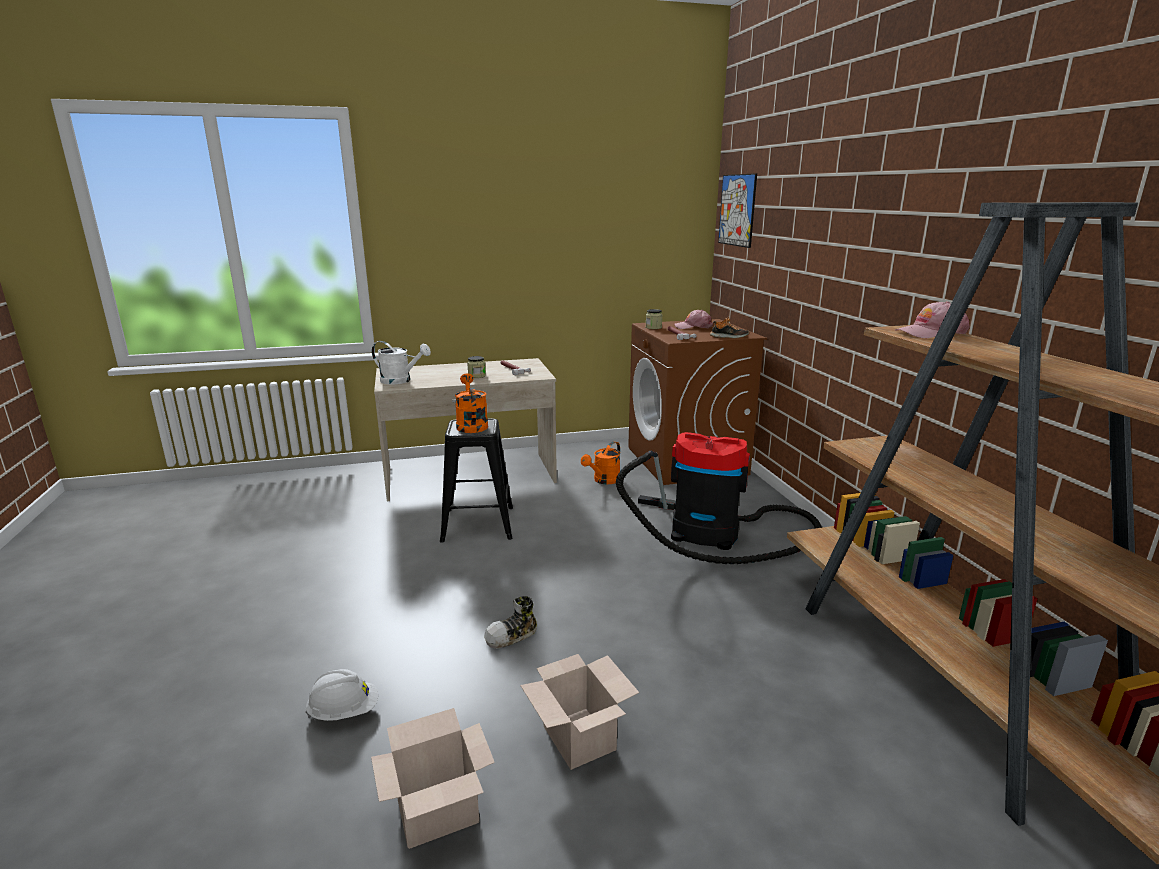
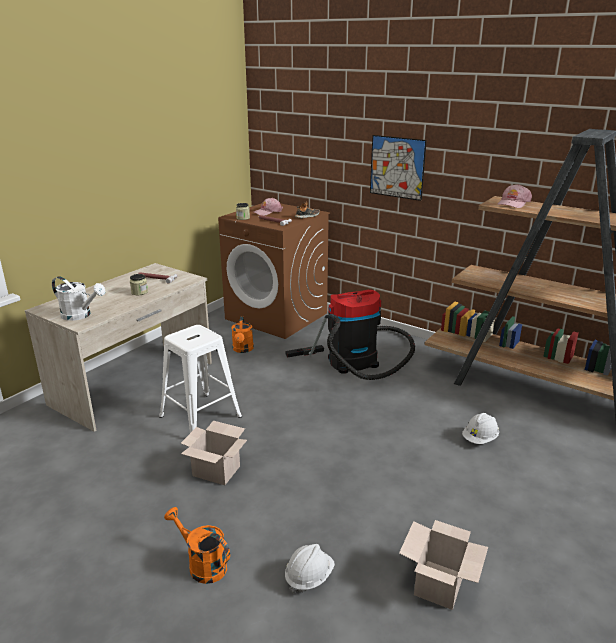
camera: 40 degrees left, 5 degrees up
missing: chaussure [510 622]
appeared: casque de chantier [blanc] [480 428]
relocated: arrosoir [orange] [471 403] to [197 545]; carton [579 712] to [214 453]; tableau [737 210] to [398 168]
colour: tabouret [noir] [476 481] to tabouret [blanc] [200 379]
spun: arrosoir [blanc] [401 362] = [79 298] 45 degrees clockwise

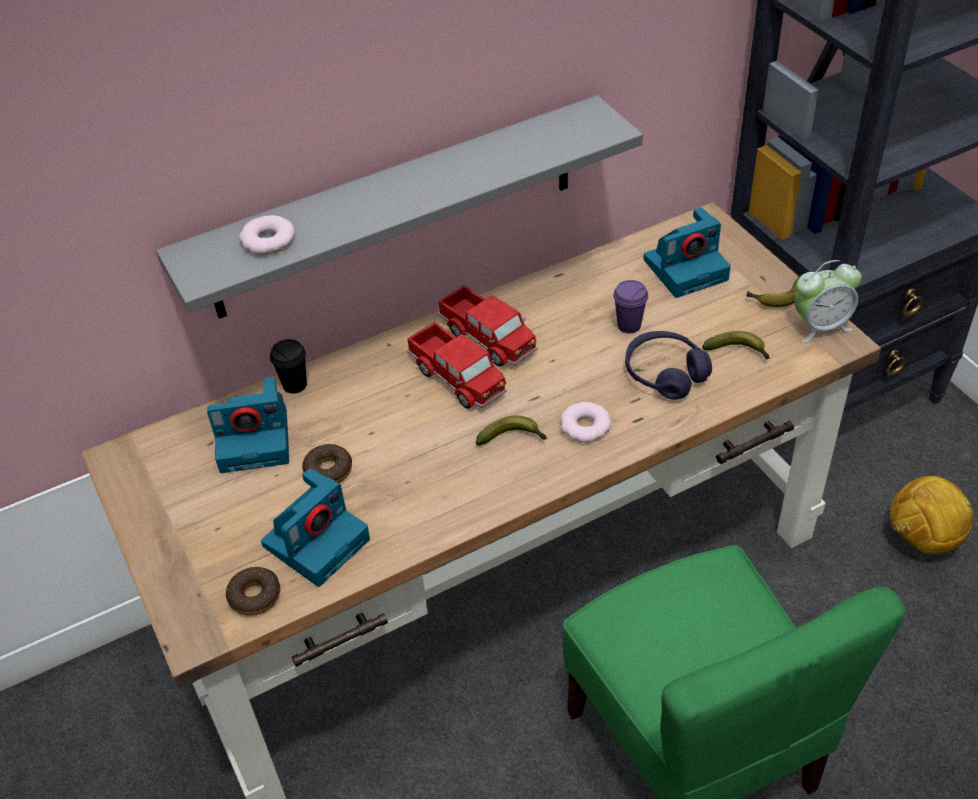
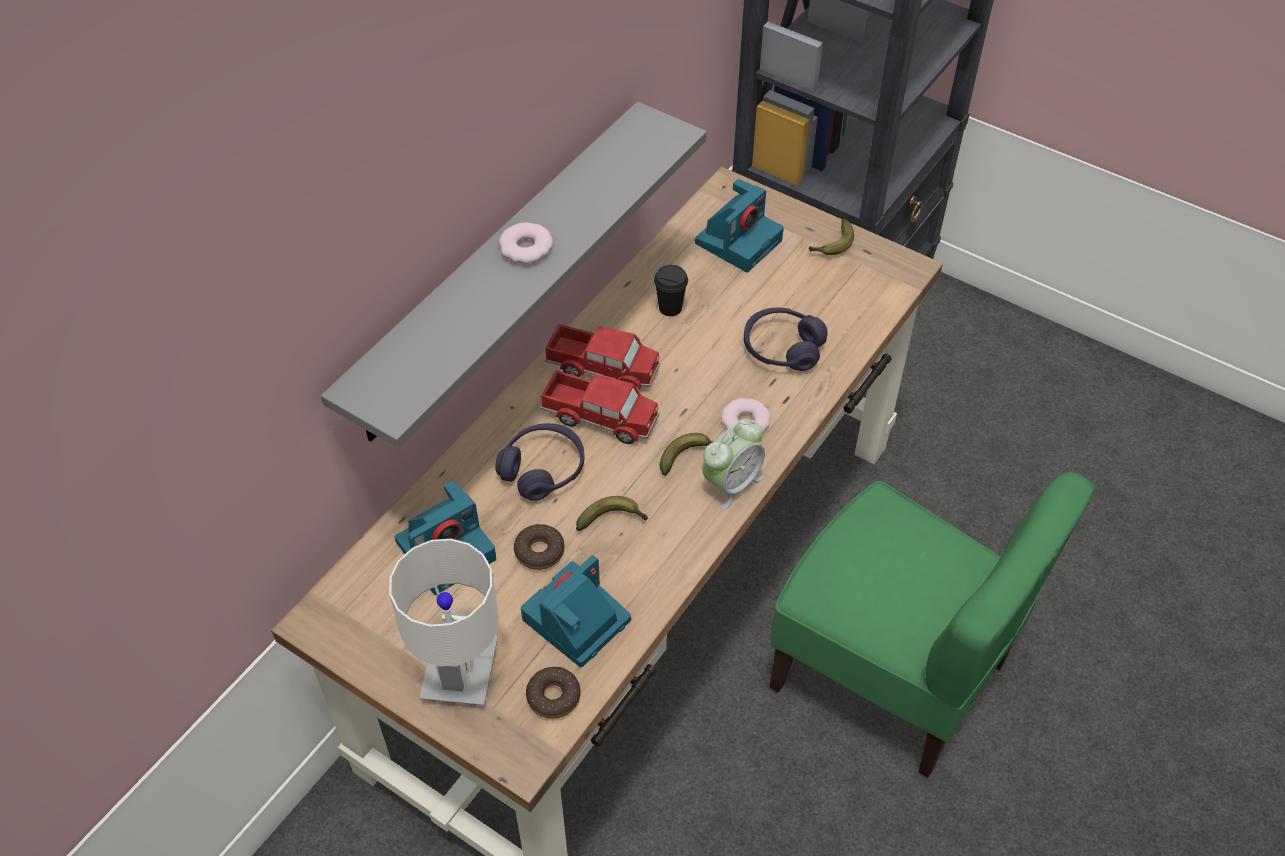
camera: 30 degrees left, 5 degrees up
missing: tasse [violet] [630 306]; ballon de foot [932 515]
appeared: lampe de table [blanc] [444 622]; casque audio [violet] [540 462]
relocated: beignet [267 234] to [526 243]; tasse [noir] [288 366] to [671 290]; banane [736 345] to [612 513]; réveil [828 301] to [733 464]
spun: appareil photo [315 527] = [576 611] 150 degrees counterclockwise

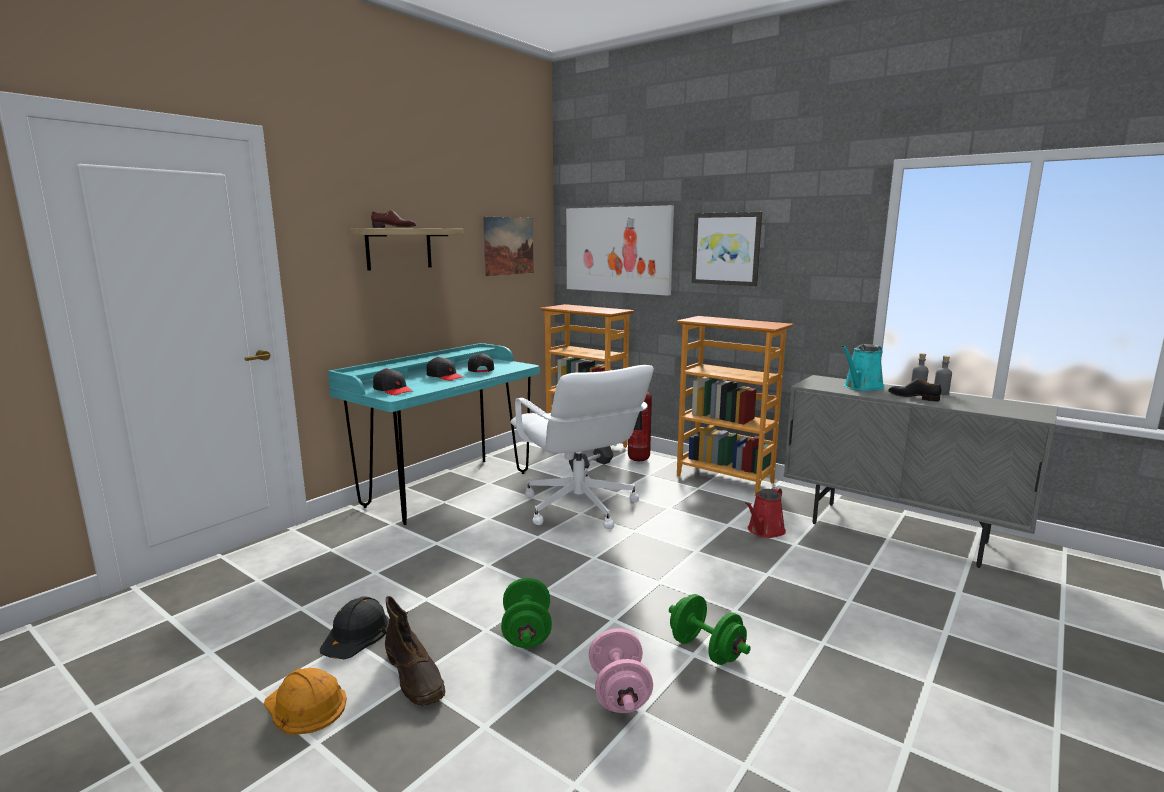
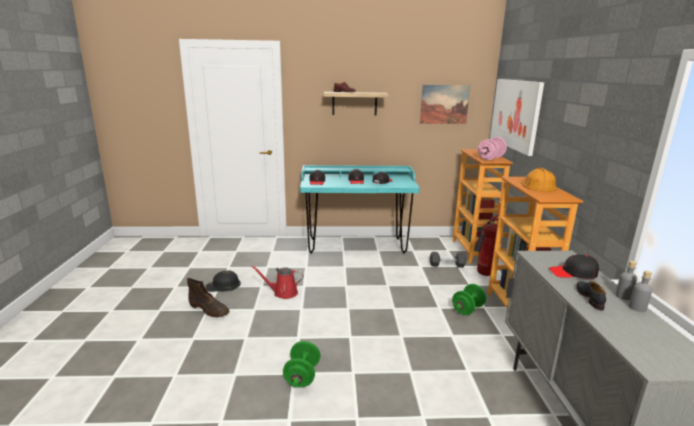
camera: 50 degrees right, 5 degrees up
missing: chaise de bureau [blanc] [582 447]; tableau [727 249]
relocated: casque de chantier [orange] [305 701] to [538 180]; haltère [vert] [526 613] to [469 299]; haltère [rose] [621 671] to [492 148]; arrosoir [rouge] [765 512] to [277 282]
exchanged: arrosoir [turquoise] [863 367] to casquette [noir] [574 267]
spun: botte [marron] [415 651] = [208 297] 75 degrees counterclockwise

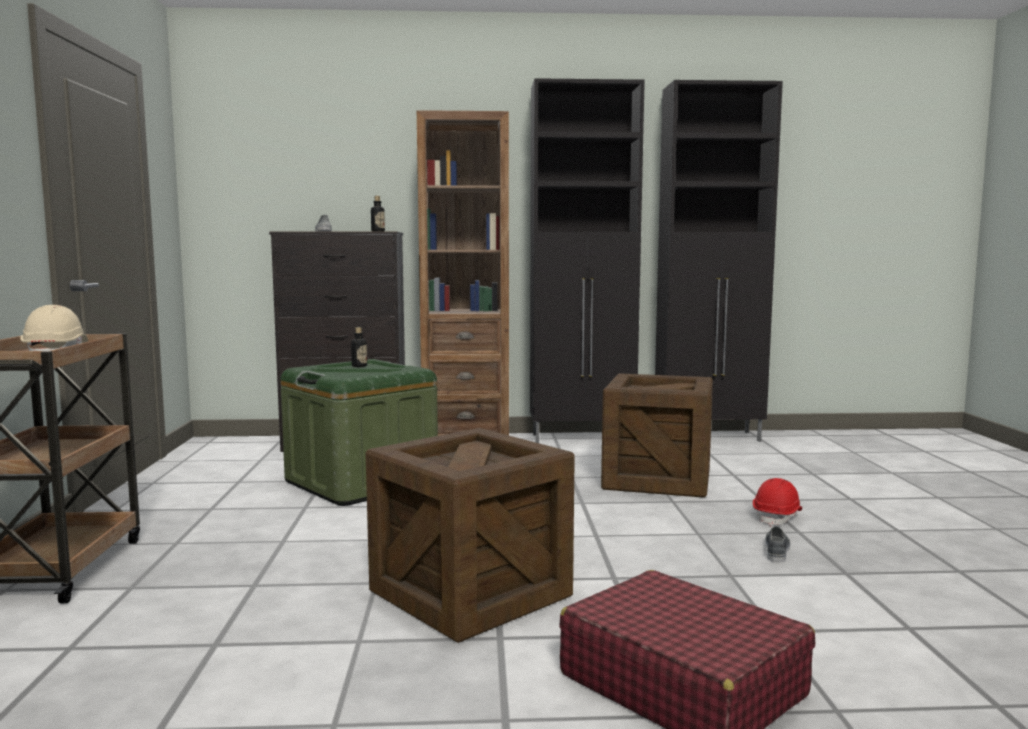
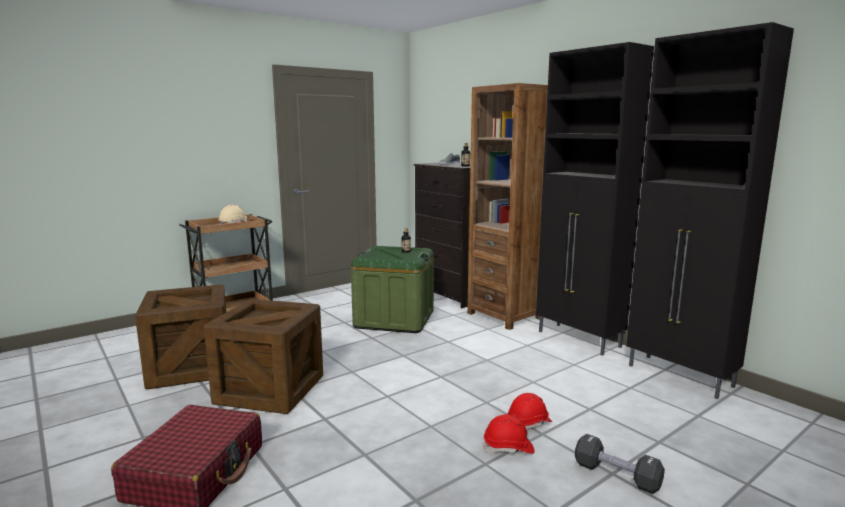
camera: 55 degrees right, 5 degrees up
missing: chaussure [gris] [777 545]
appeared: casque de chantier [rouge] [529 411]; haltère [noir] [620 464]
relocated: caisse [657 435] to [180 337]

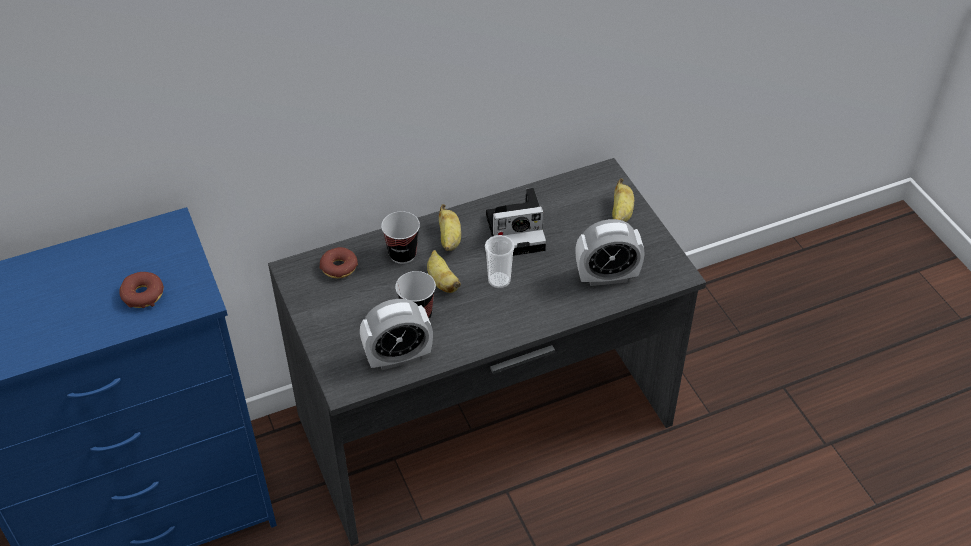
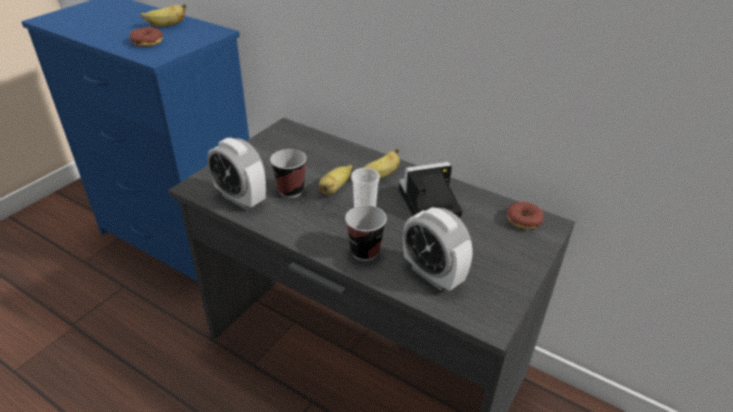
camera: 55 degrees right, 10 degrees down
relocated: beignet [339 262] to [525 215]; tasse [400 237] to [366 233]; banane [623 200] to [163 15]
spun: appareil photo [516 222] = [430 189] 120 degrees clockwise

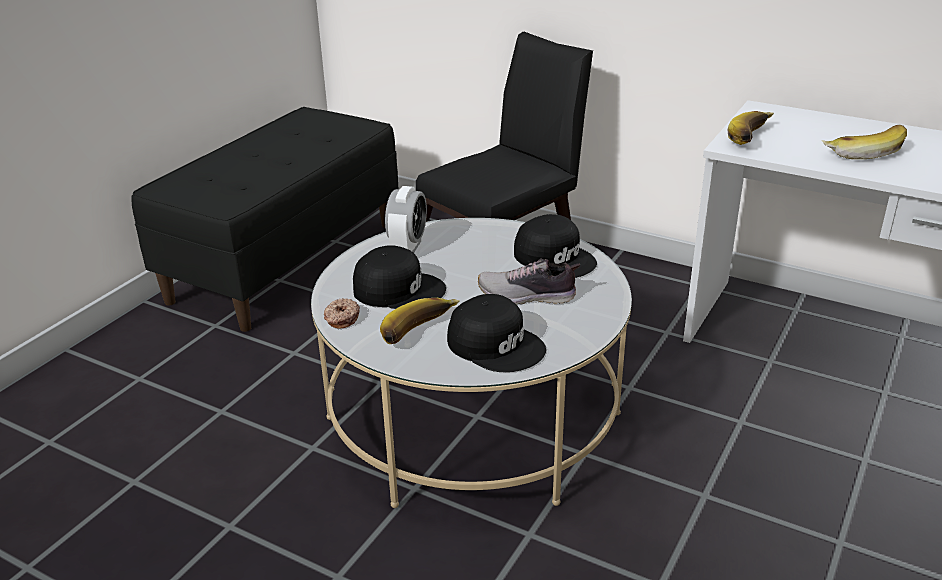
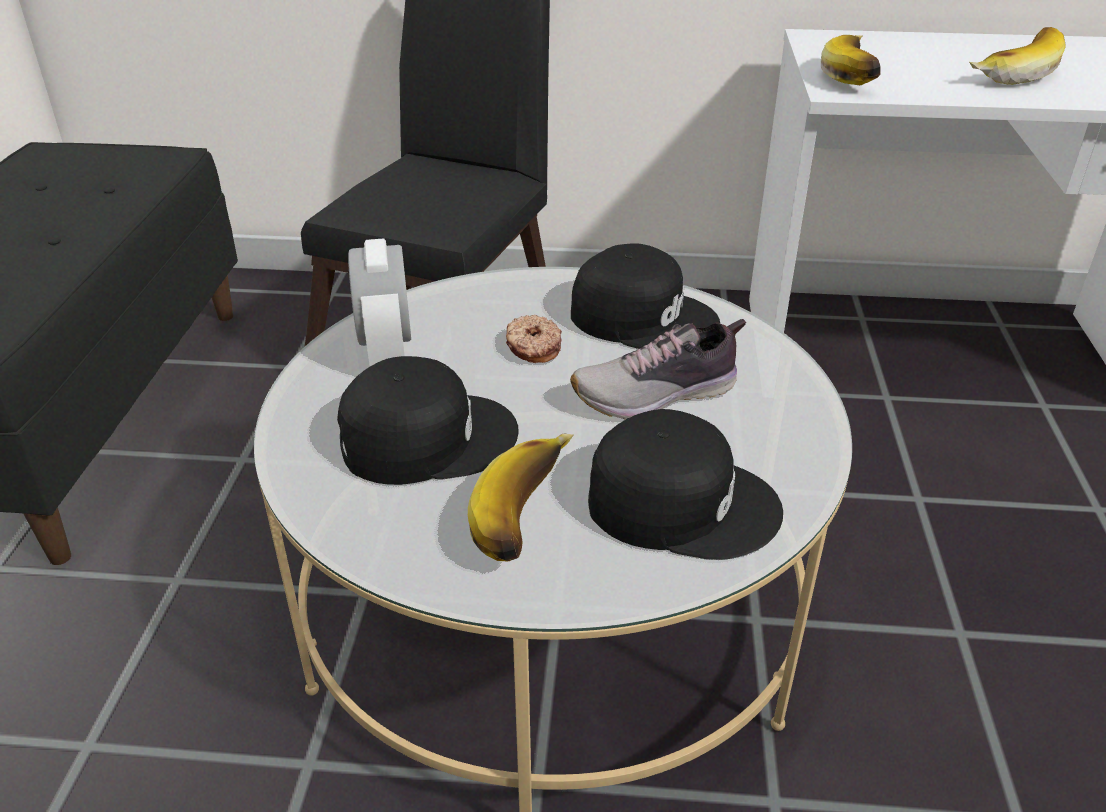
camera: 25 degrees left, 5 degrees up
relocated: beignet [342 313] to [534 339]

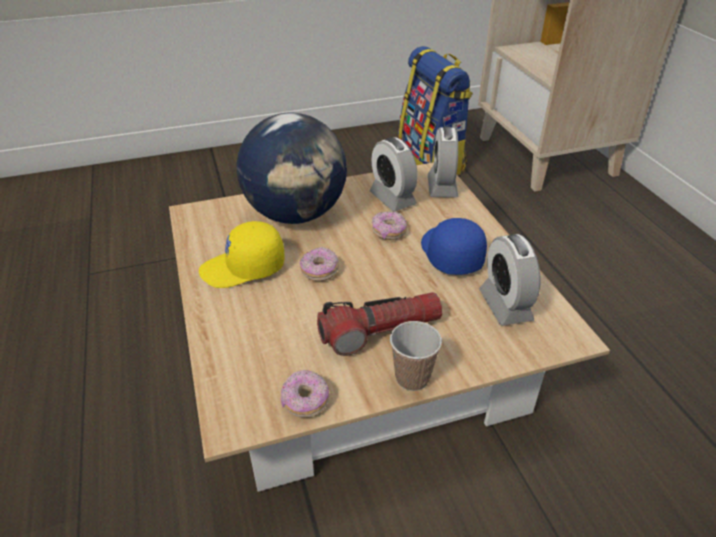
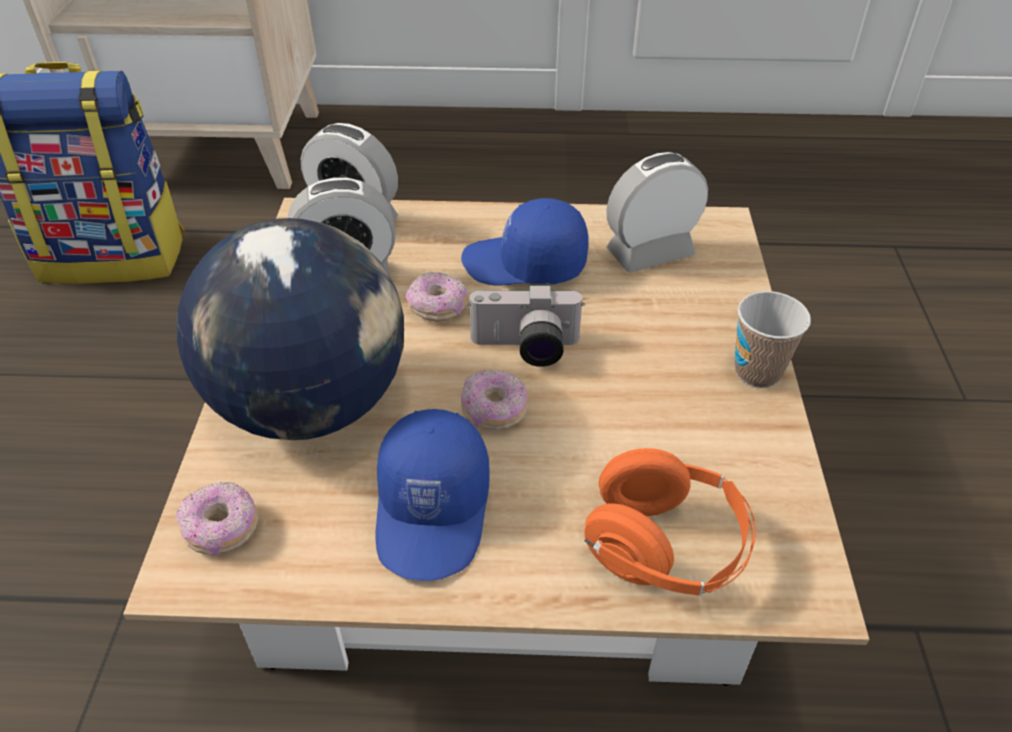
camera: 70 degrees left, 5 degrees up
missing: lampe de poche [379 324]
appeared: appareil photo [526 325]; casque audio [orange] [670 522]
relocated: beignet [305 394] to [217 519]
colour: casquette [jaune] [241 254] to casquette [bleu] [432 495]
spun: réveil [509 280] = [657 212] 150 degrees clockwise

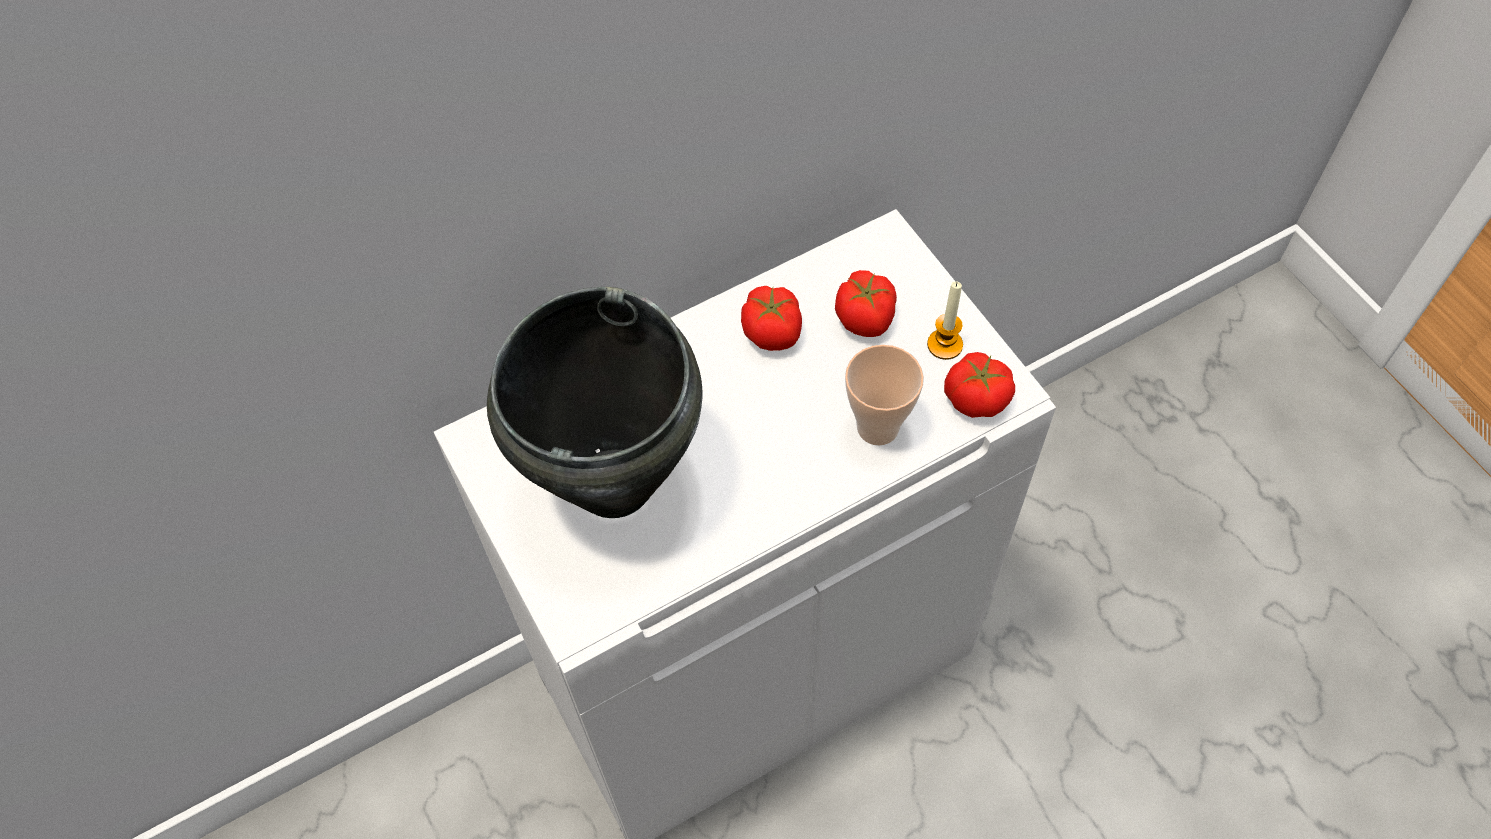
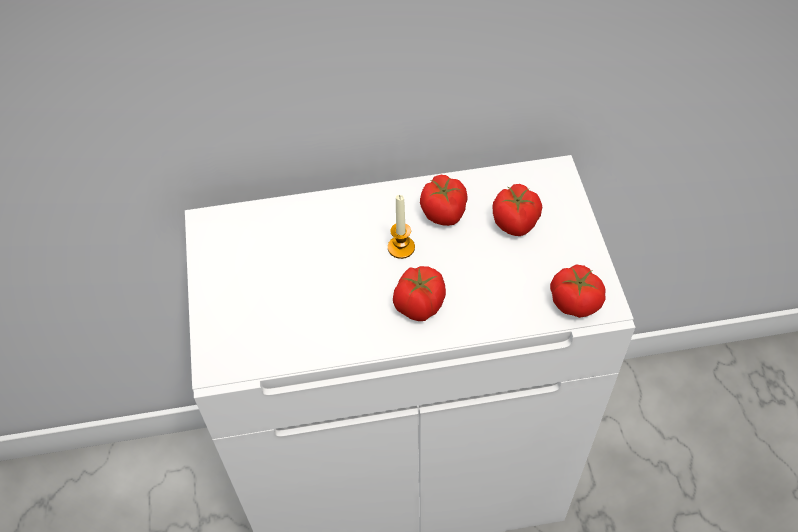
camera: 20 degrees right, 5 degrees down
missing: marmite [noir] [594 402]; tasse [884 395]
appeared: tomate [419 293]
relocated: bougie [945 320] to [401 227]

